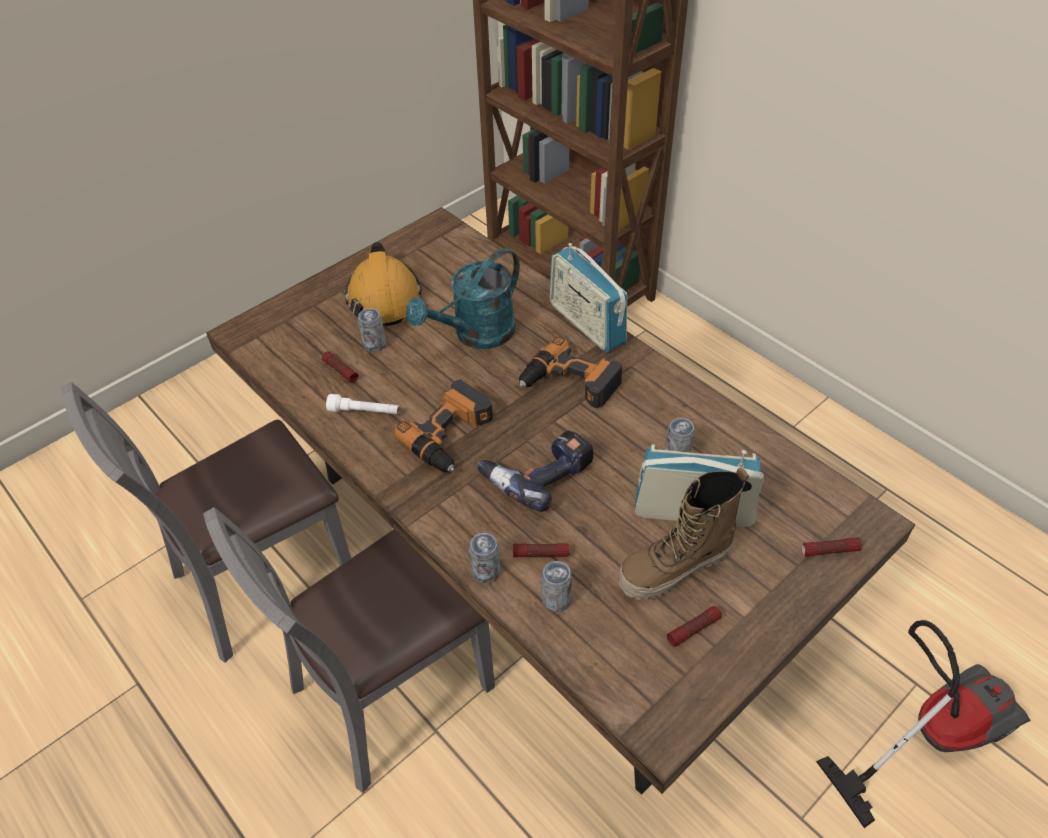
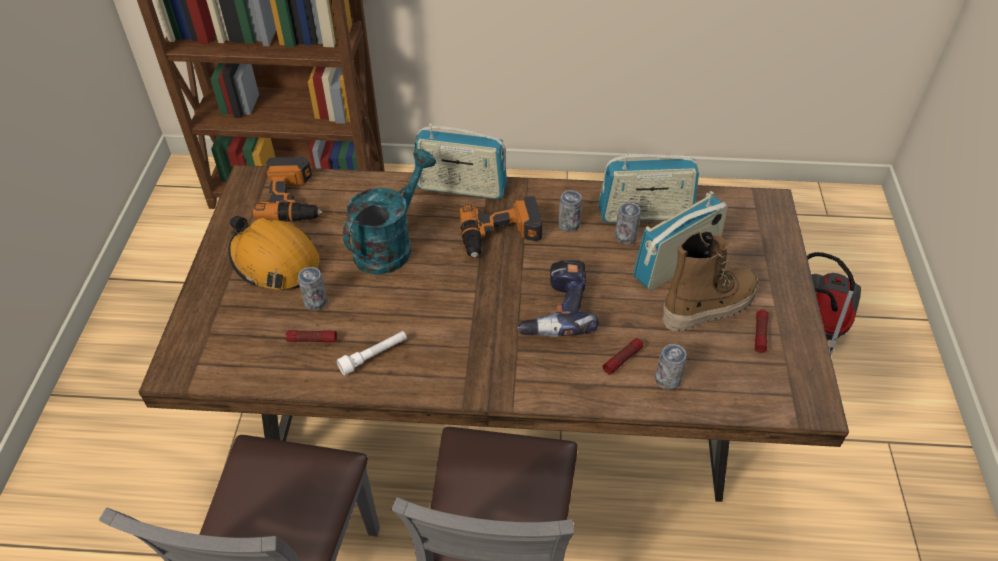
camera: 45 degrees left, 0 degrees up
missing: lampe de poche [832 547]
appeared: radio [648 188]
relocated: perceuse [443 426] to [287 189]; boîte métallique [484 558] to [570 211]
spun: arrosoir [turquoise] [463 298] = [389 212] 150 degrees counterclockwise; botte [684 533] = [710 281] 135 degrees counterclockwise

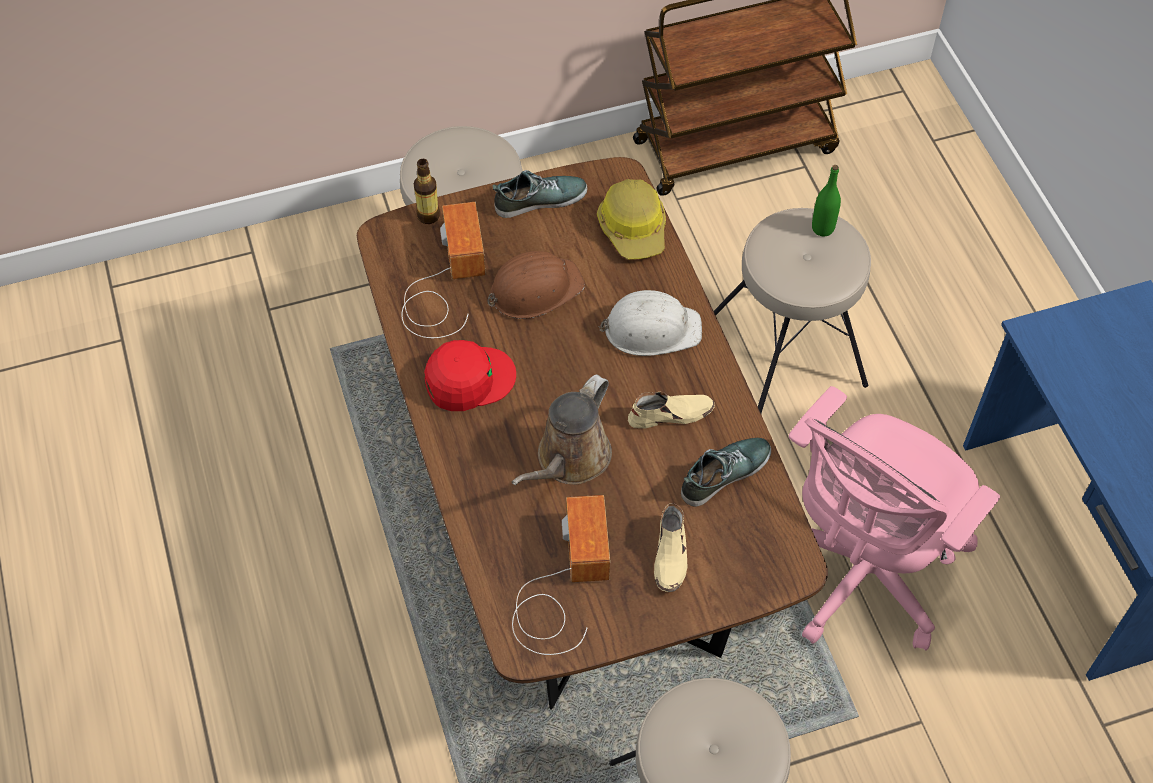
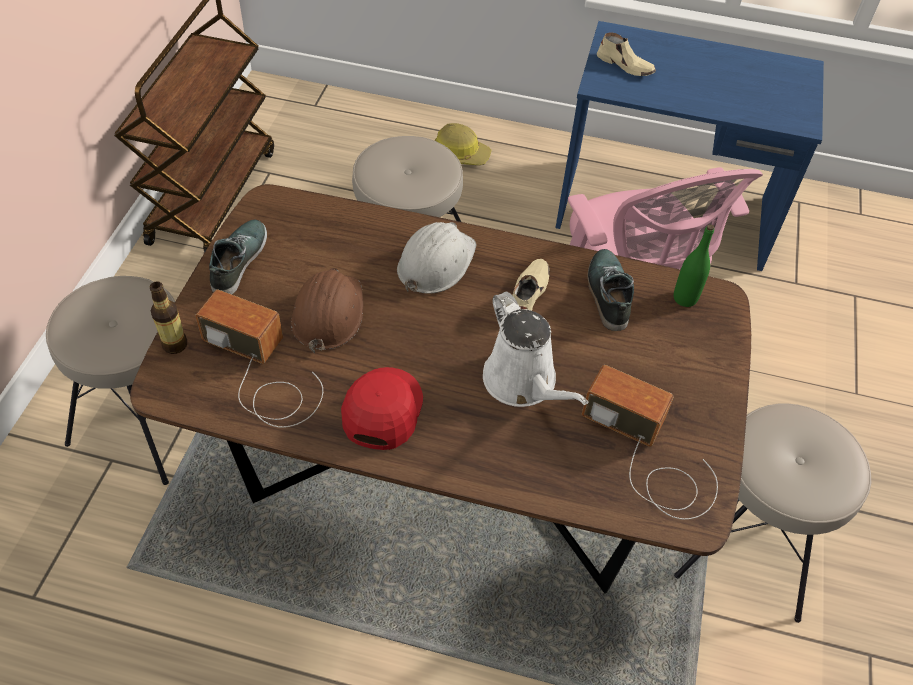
camera: 60 degrees left, 5 degrees down
relocated: casque de chantier [631 219] to [462 144]; chaussure [beige] [671 547] to [626 54]; bouteille [vert] [826 200] to [694 265]
colour: arrosoir [marron] [562 429] to arrosoir [blanc] [536 349]

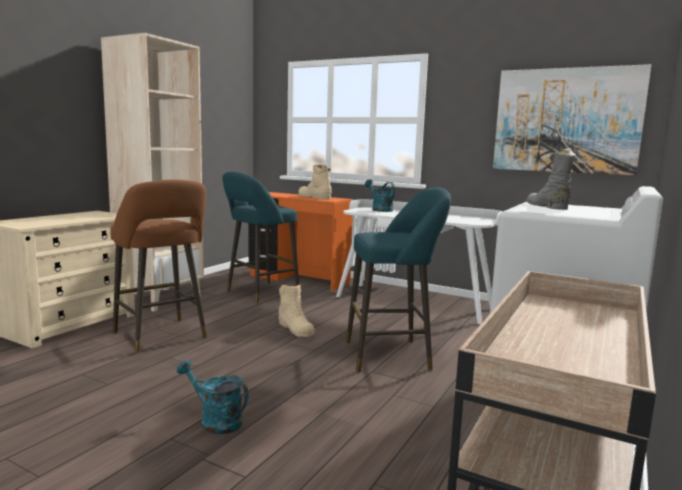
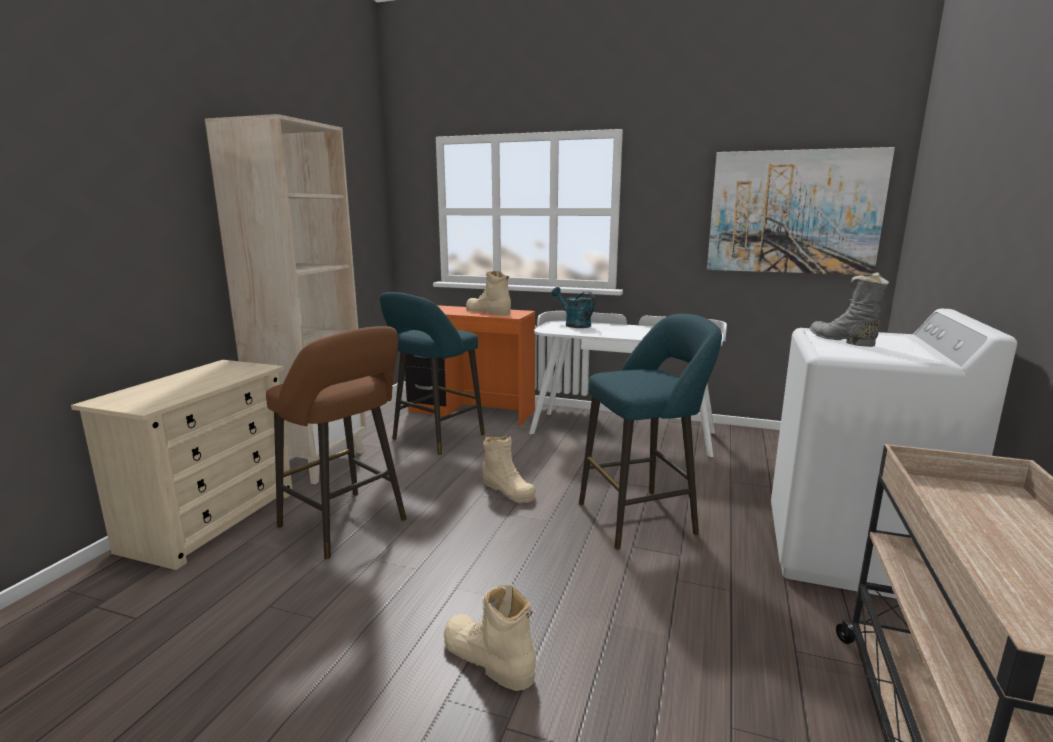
camera: 10 degrees left, 5 degrees up
exchanged: arrosoir [turquoise] [213 397] to botte [beige] [490 638]

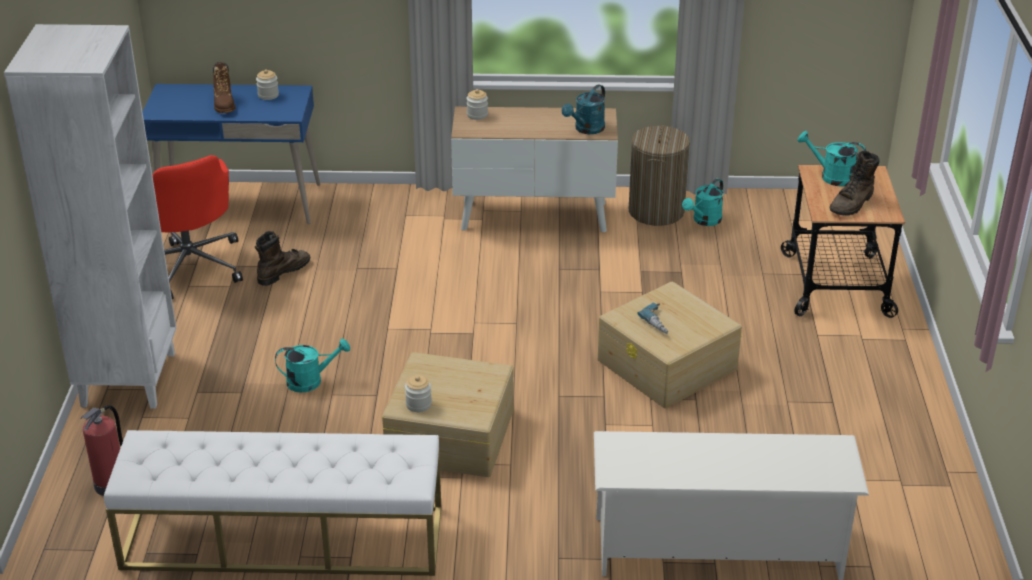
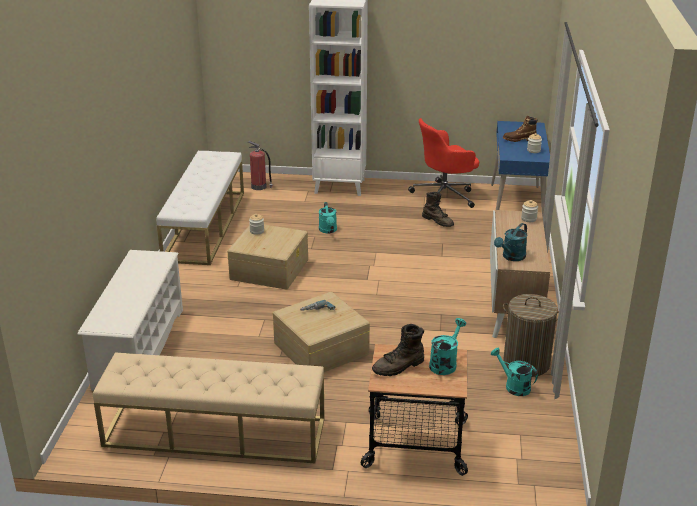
camera: 95 degrees right, 5 degrees down
appeared: banc [beige] [209 407]
spun: arrosoir [turquoise] [583 109] = [510 242] 90 degrees counterclockwise; botte [marron] [854 183] = [398 350] 75 degrees counterclockwise

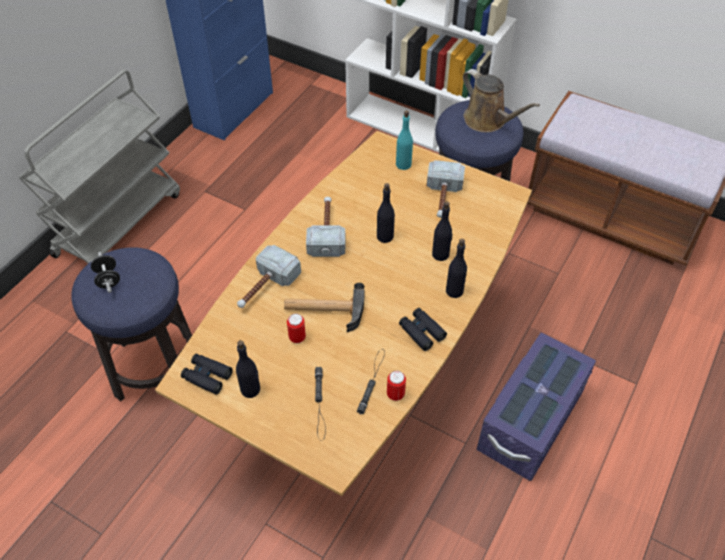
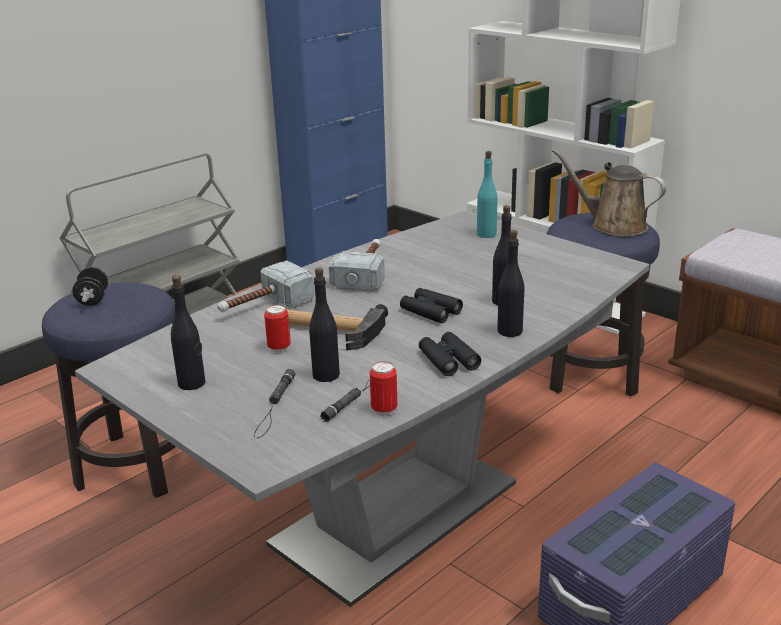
camera: 15 degrees right, 25 degrees down
missing: marteau [446 189]
relocated: jumelles [noir] [207 374] to [431 305]; bouteille [noir] [386 213] to [324 325]
colour: table à manger [marron] [343 313] to table à manger [gris] [362 409]
spun: arrosoir [marron] [501 100] = [609 192] 150 degrees clockwise

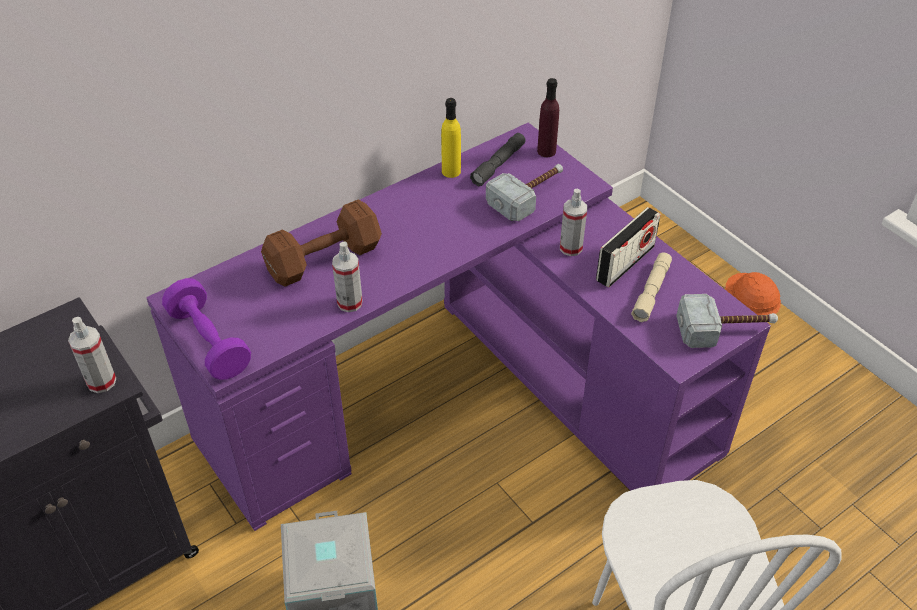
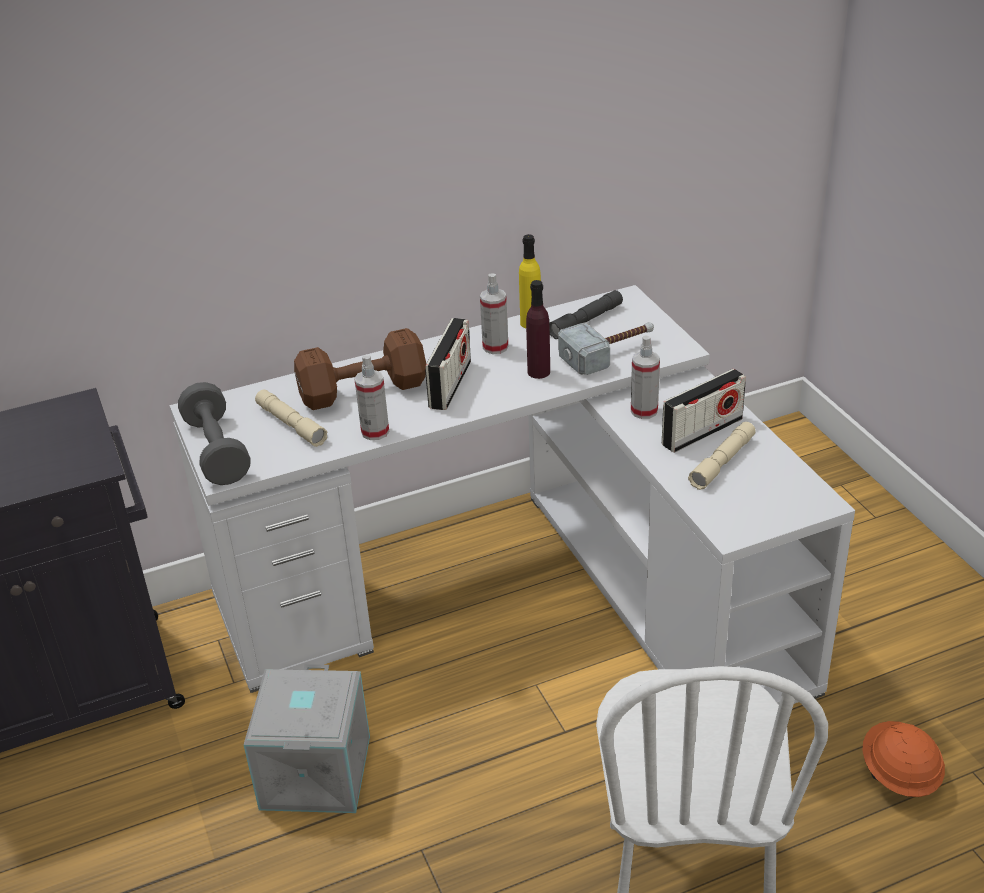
camera: 15 degrees right, 10 degrees down
missing: marteau [727 321]
appeared: lampe de poche [beige] [291 418]; radio [448 364]
relocated: vaporisateur [92 355] to [494 314]; bouteille [violet] [548 117] to [538 329]; casque de chantier [orange] [753 293] to [903 759]
colour: bureau [violet] [458 327] to bureau [blanc] [512 495]; haltère [violet] [206 329] to haltère [gris] [214 433]

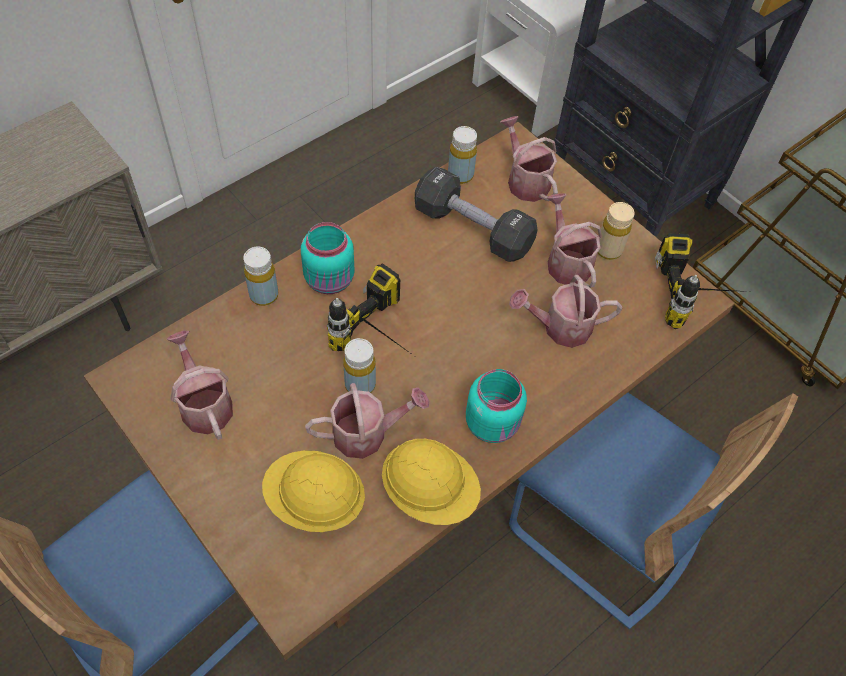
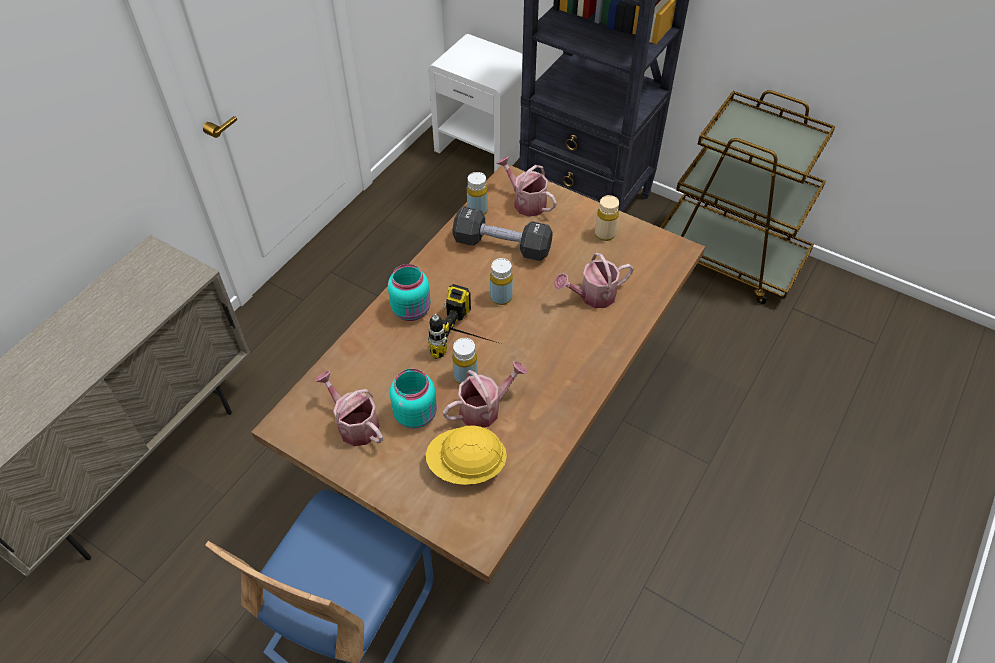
camera: 15 degrees left, 5 degrees down
missing: casque de chantier [jaune] [431 482]; chaise [bleu] [653 511]; arrosoir [574 240]; perceuse [702 281]
relocated: bouteille [jaune] [260 276] to [501 281]; bocal [turquoise] [496 406] to [413 399]

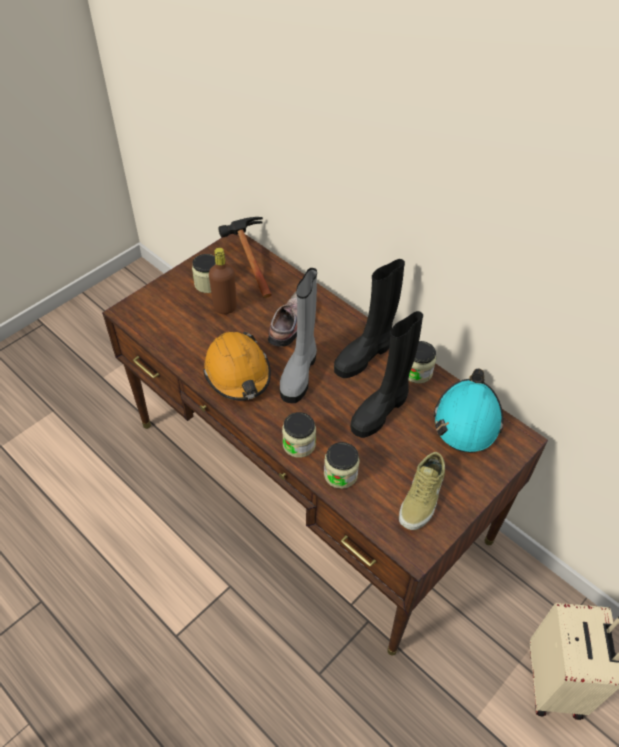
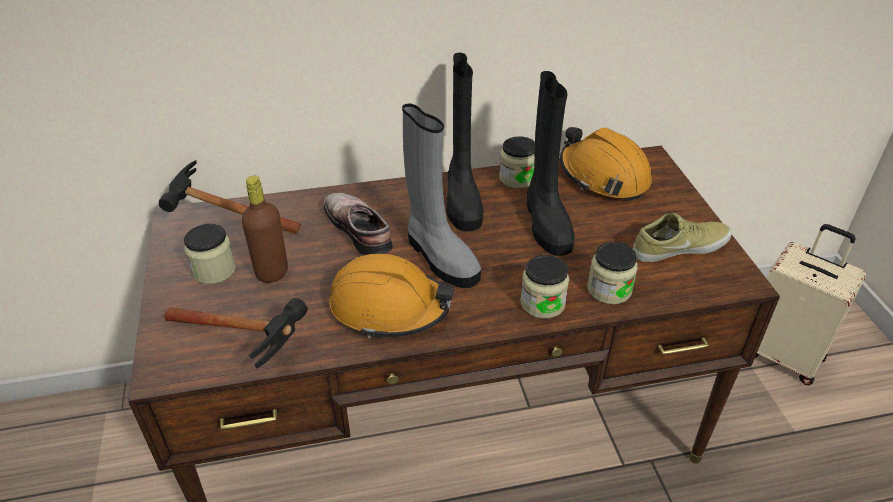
camera: 55 degrees left, 10 degrees down
appeared: marteau [236 333]
colour: casque de chantier [turquoise] [468 411] to casque de chantier [orange] [606 164]
spun: chaussure [beige] [422 491] = [682 237] 75 degrees counterclockwise

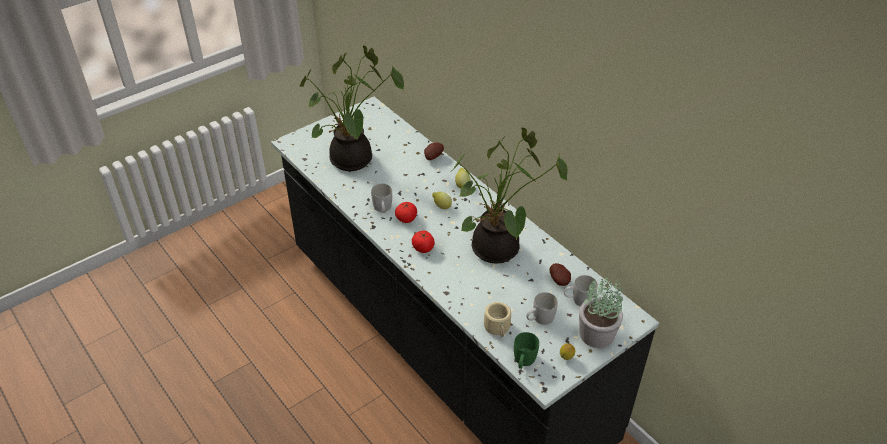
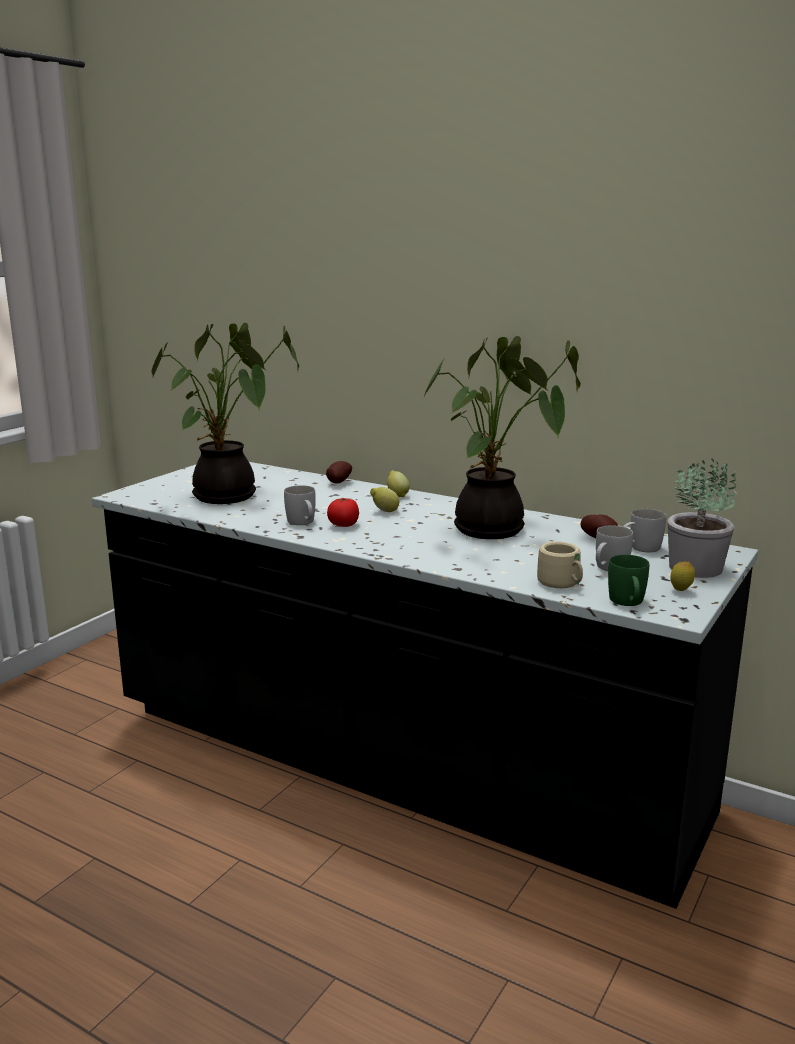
camera: 20 degrees left, 25 degrees down
missing: tomate [423 242]

